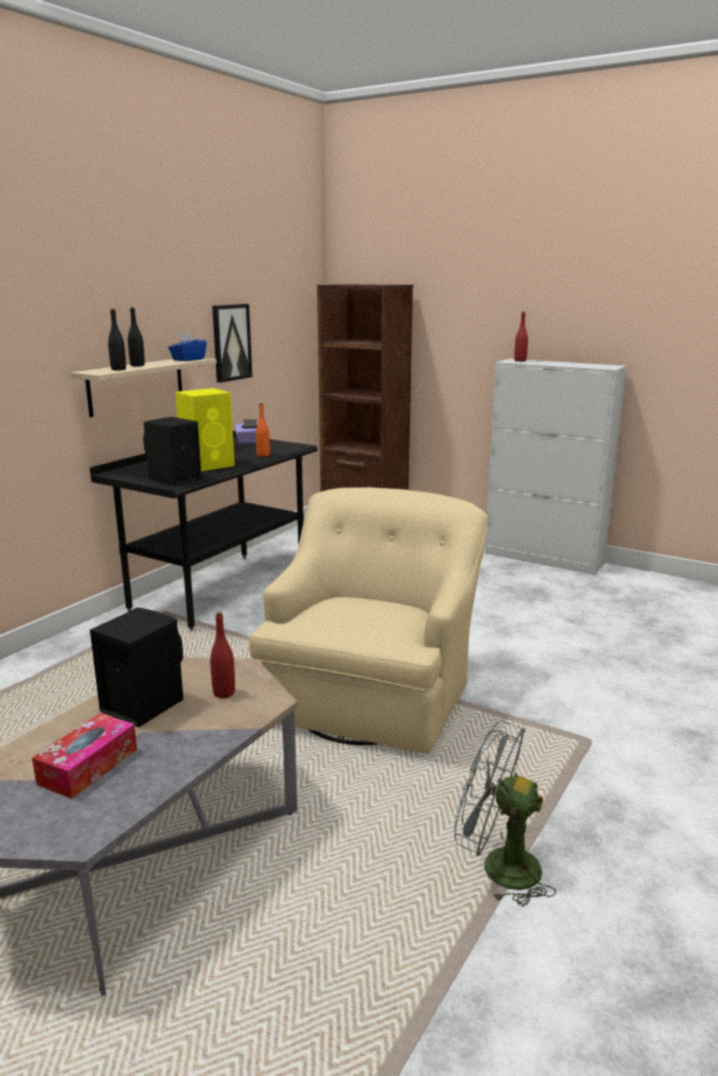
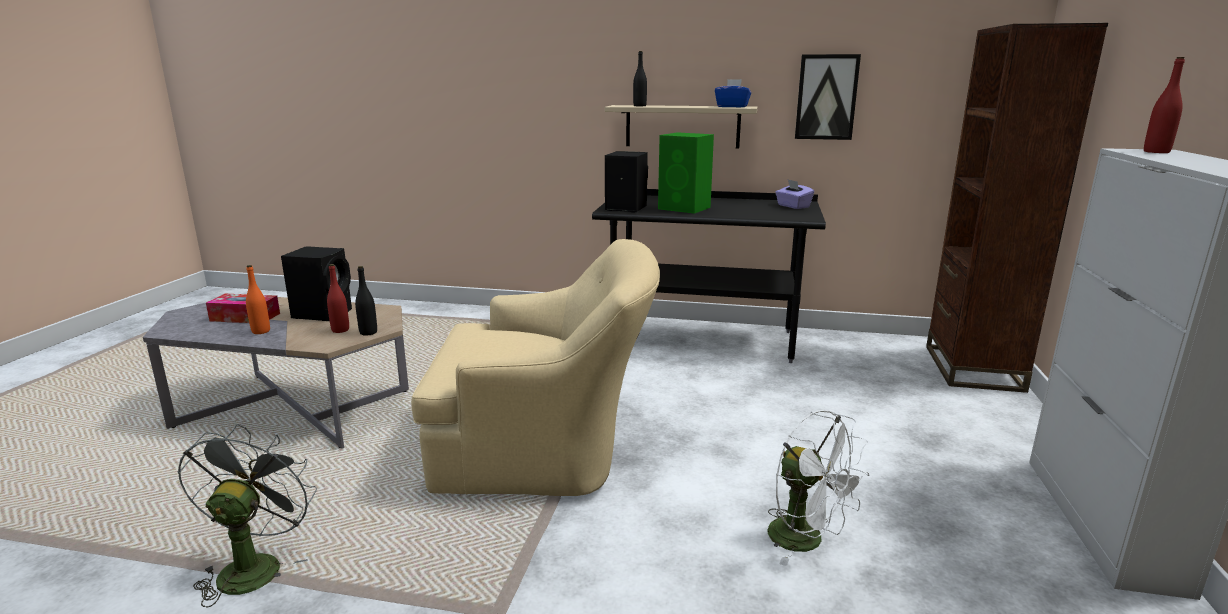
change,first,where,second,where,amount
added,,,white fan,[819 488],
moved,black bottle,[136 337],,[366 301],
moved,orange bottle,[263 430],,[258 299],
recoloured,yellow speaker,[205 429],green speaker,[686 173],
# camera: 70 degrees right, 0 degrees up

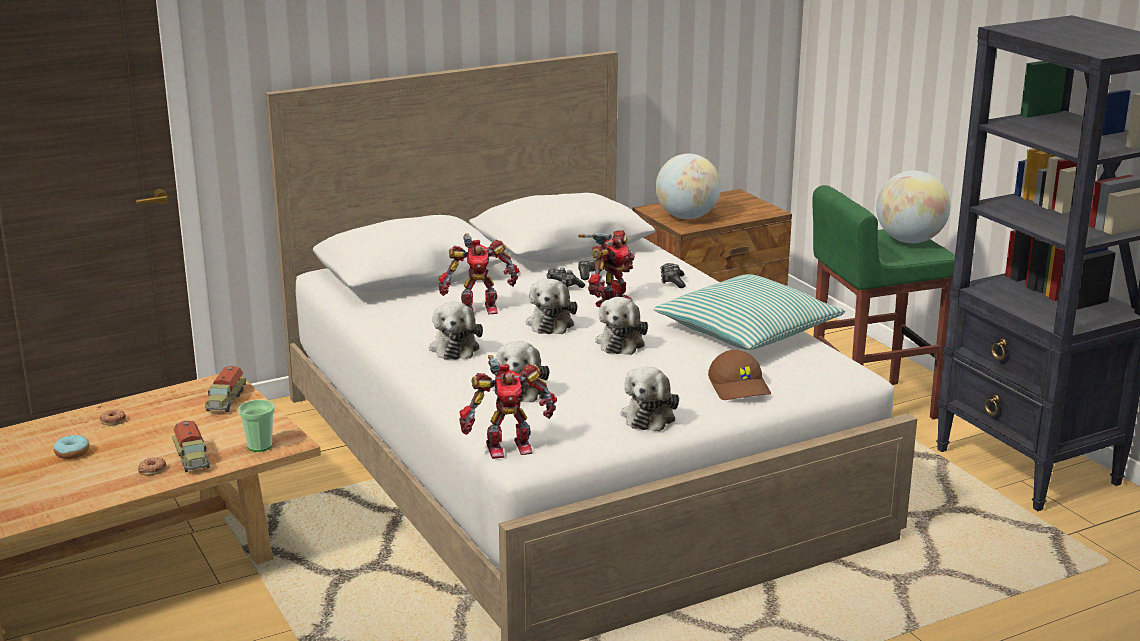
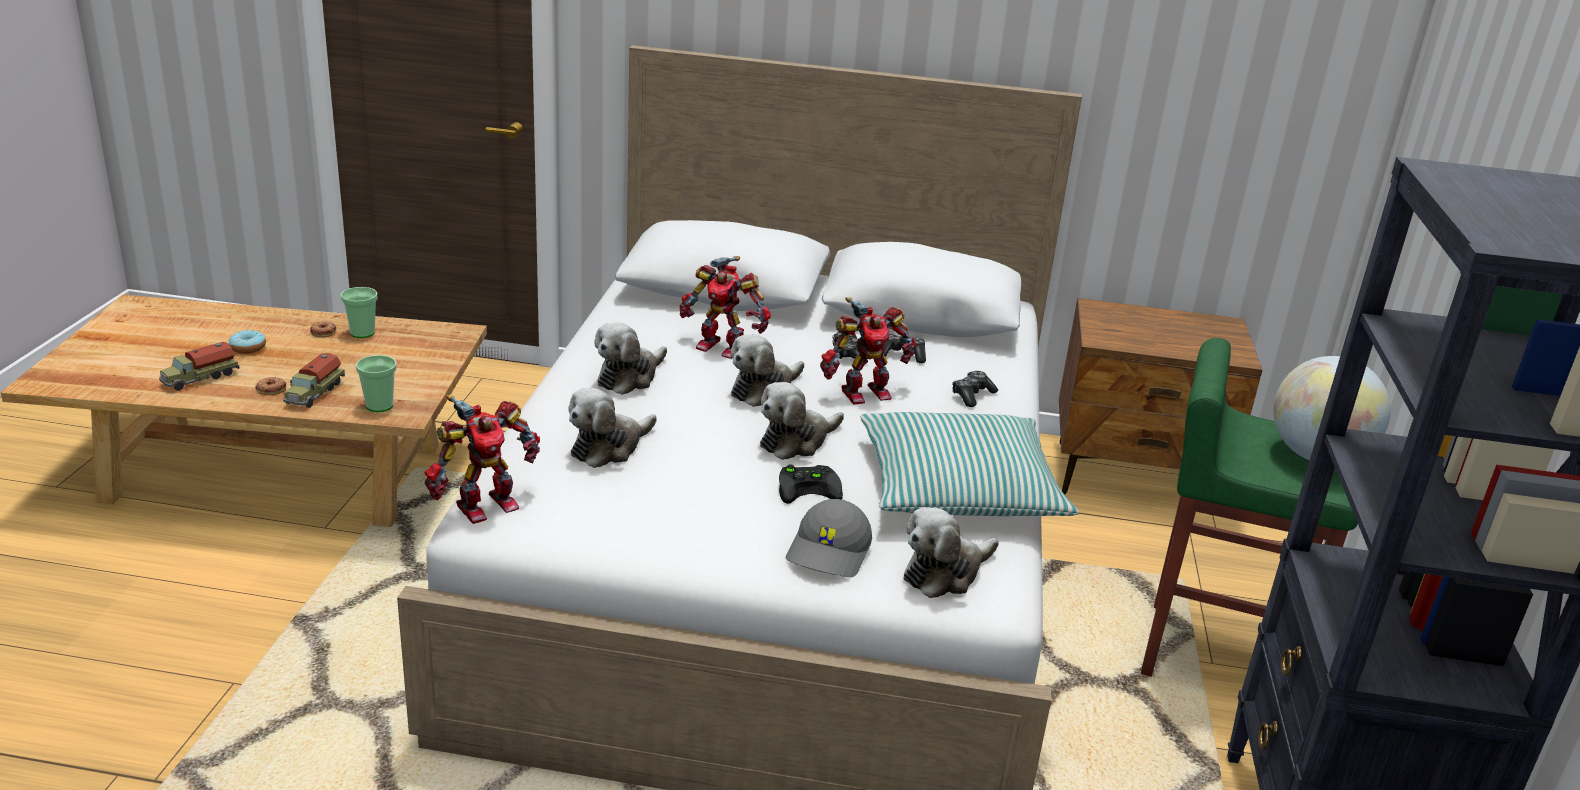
change,first,where,second,where,amount
removed,globe,[688 186],,,
added,,,cup,[359 312],
added,,,black game controller,[811 484],
moved,toy truck,[225 389],,[199 366],
moved,plush toy,[650 399],,[951 552],
recoloured,brown cap,[739 375],grey cap,[829 538],
turned,toy robot,[508 407],,[482 459],60 degrees counterclockwise
# camera: 35 degrees right, 5 degrees up

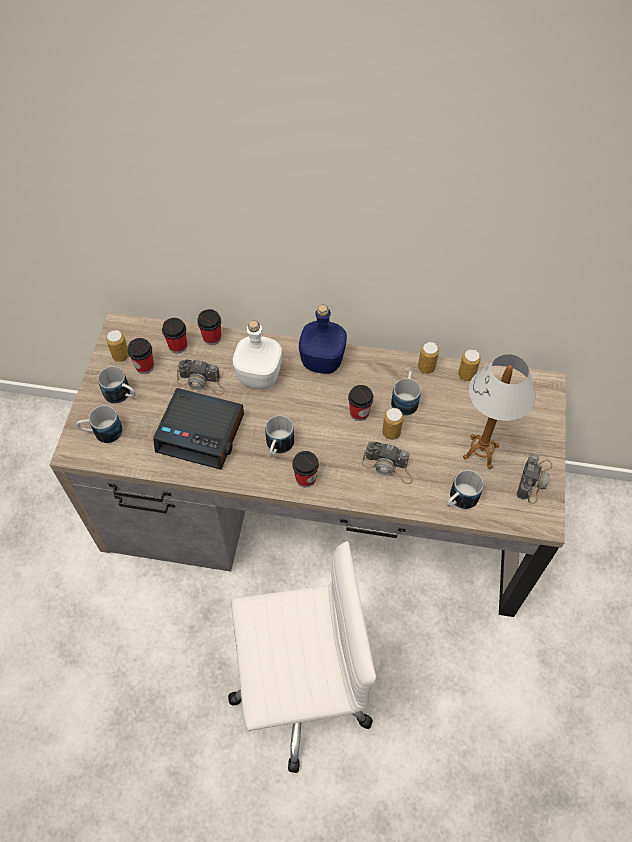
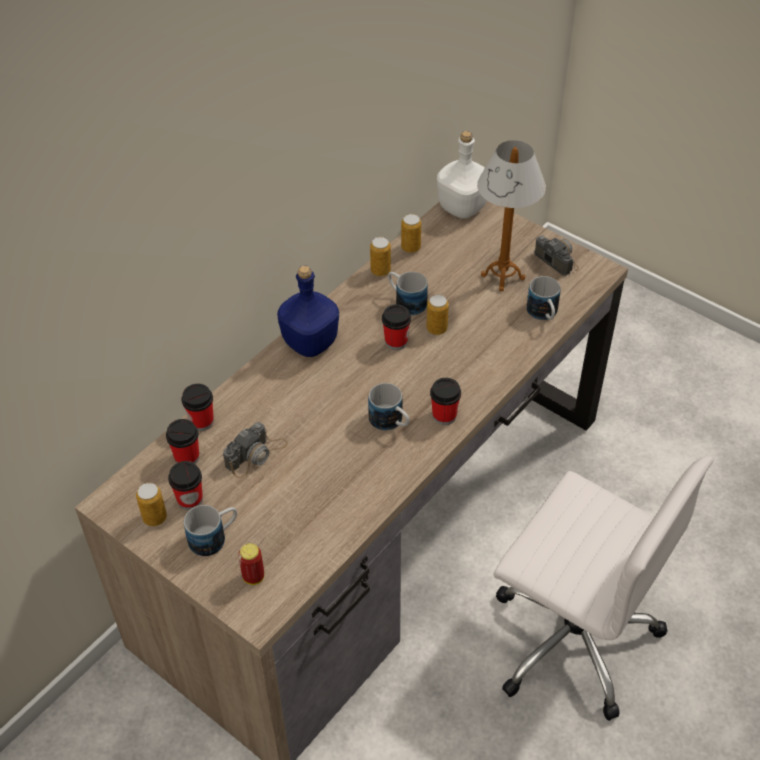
change,first,where,second,where,amount
removed,alarm clock,[198 429],,,
removed,photo camera,[387 463],,,
moved,white bottle,[257 354],,[462 174],
replaced,mug,[99 424],can,[251 564],
turned,white office chair,[302 657],,[604 588],105 degrees clockwise
# camera: 60 degrees left, 10 degrees down

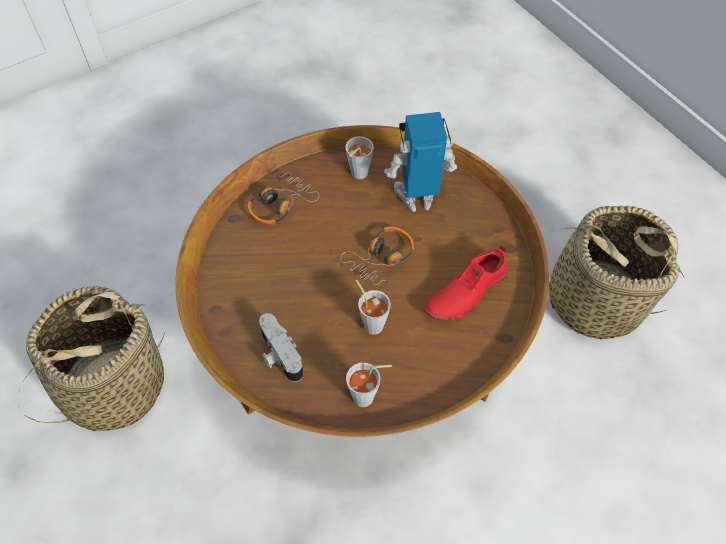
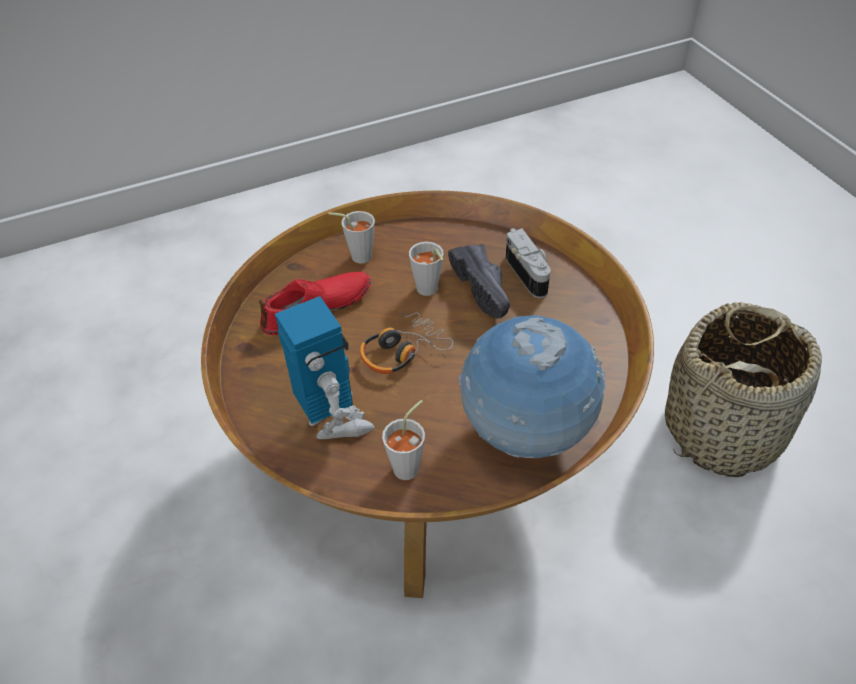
change,first,where,second,where,amount
removed,basket,[616 272],,,
added,,,black shoe,[479 281],
moved,grey cup,[369 385],,[352 237],
replaced,headphones,[284 198],globe,[532 386],
turned,toy robot,[420 162],,[324 367],120 degrees counterclockwise
# camera: 170 degrees left, 10 degrees down

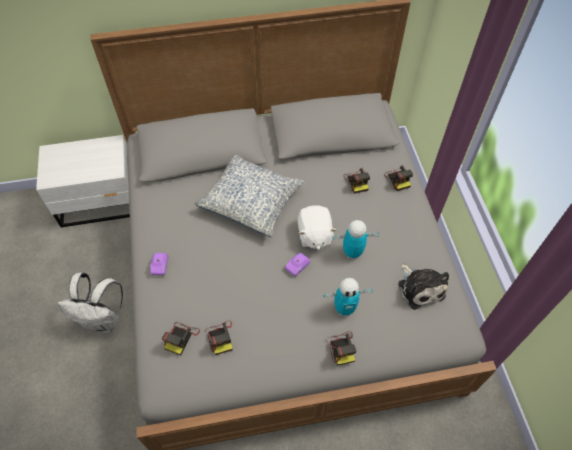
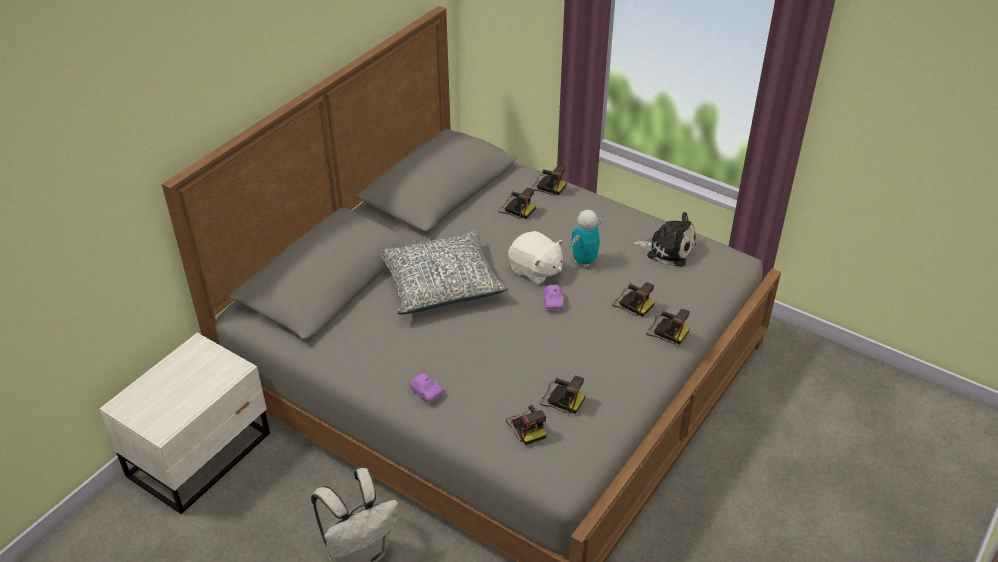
change,first,where,second,where,amount
replaced,toy robot,[348 296],photo camera,[633 299],
# camera: 45 degrees left, 15 degrees down

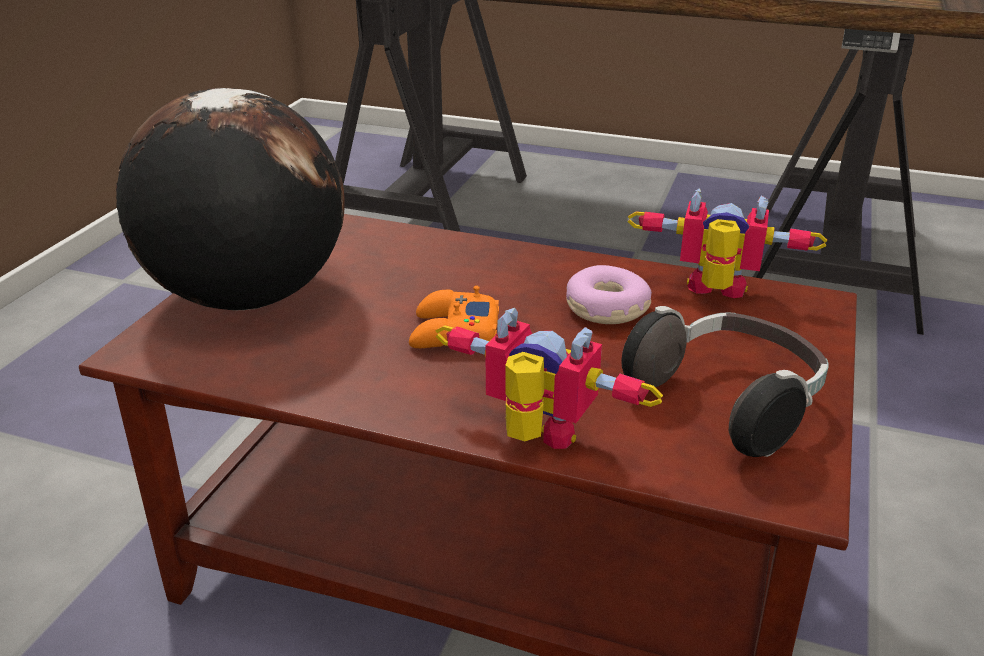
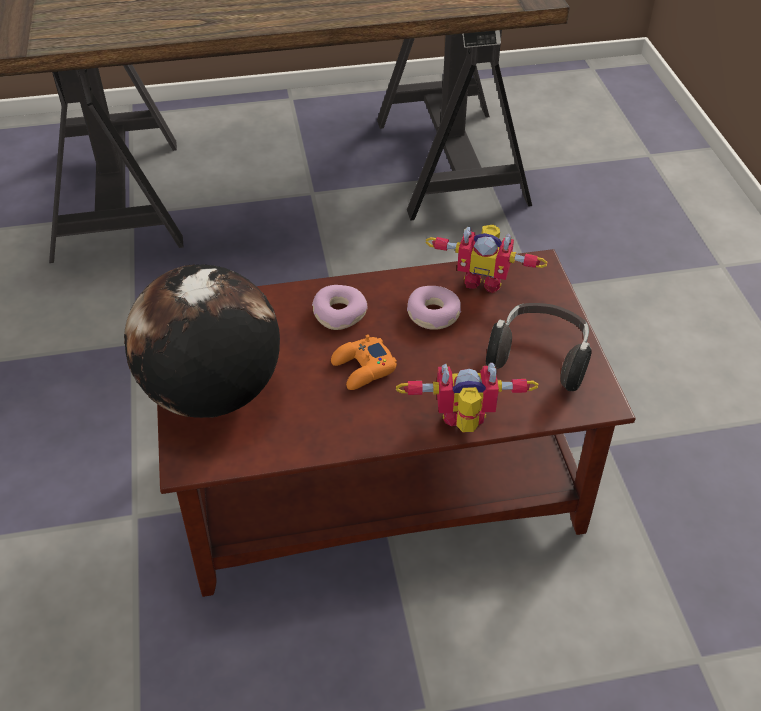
change,first,where,second,where,amount
added,,,donut,[340 307],
turned,toy robot,[727 243],,[487 258],150 degrees counterclockwise
# camera: 30 degrees left, 15 degrees up

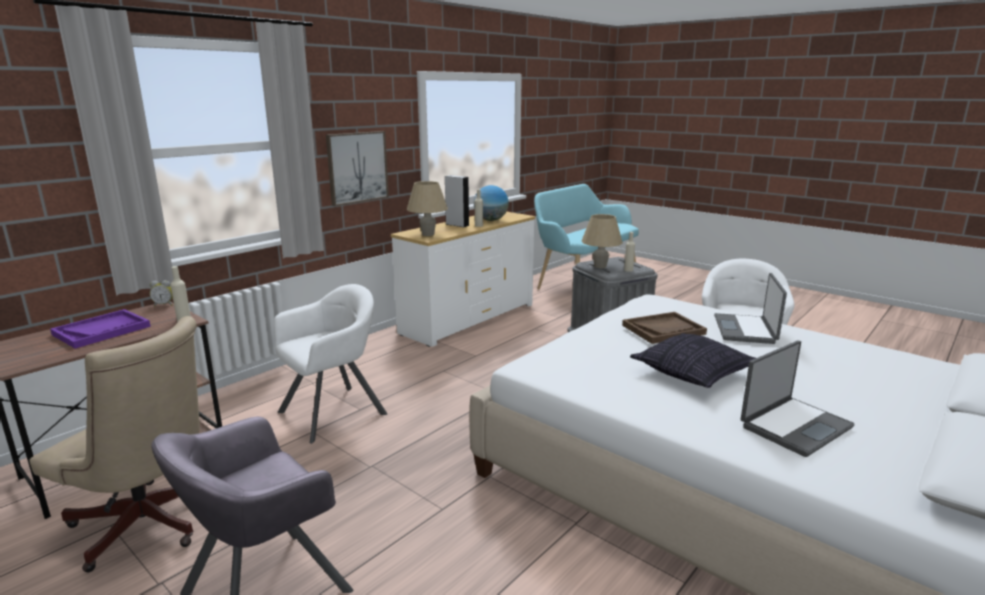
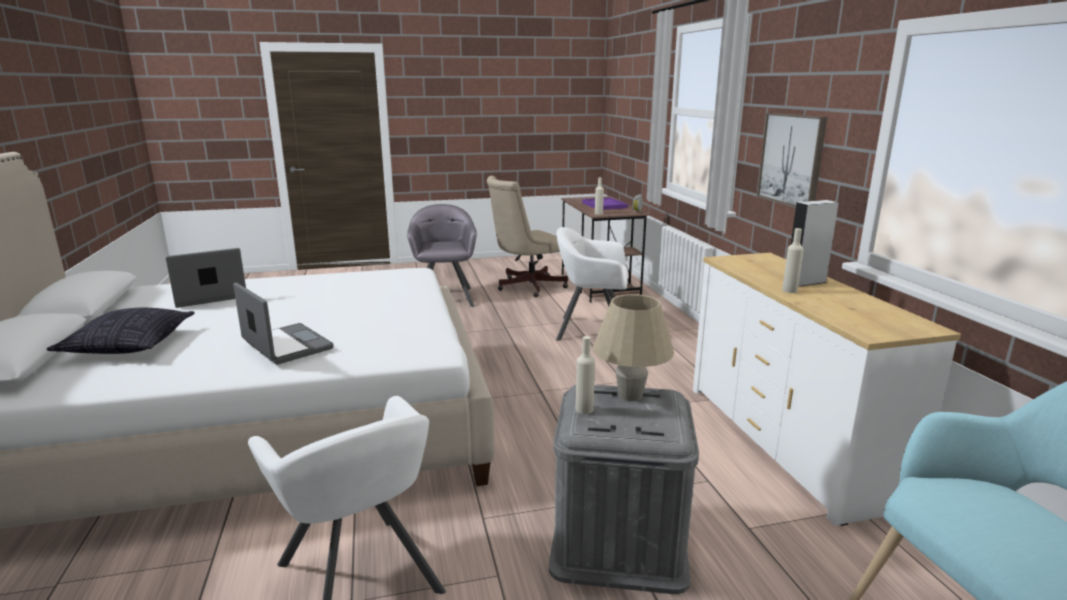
change,first,where,second,where,amount
removed,beige table lamp,[427 208],,,
removed,globe,[491 203],,,
removed,brown tray,[664 328],,,
moved,pillow,[693 360],,[121 331],
turned,white armchair,[330 364],,[592 284],105 degrees clockwise
turned,laptop,[797 399],,[206 278],60 degrees clockwise
# camera: 125 degrees right, 0 degrees up

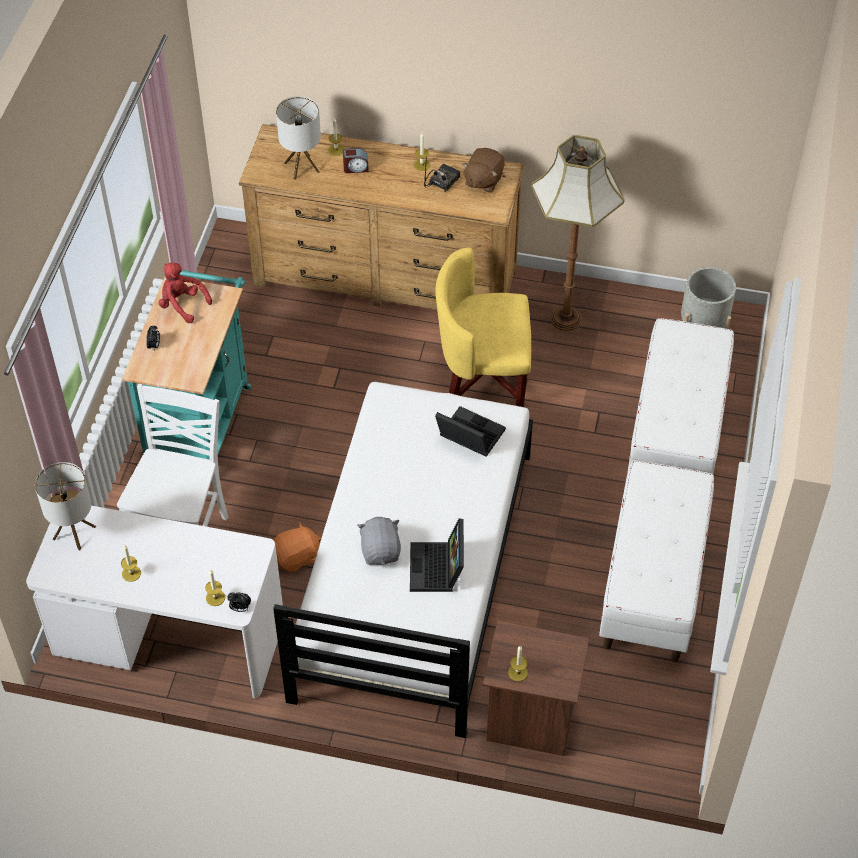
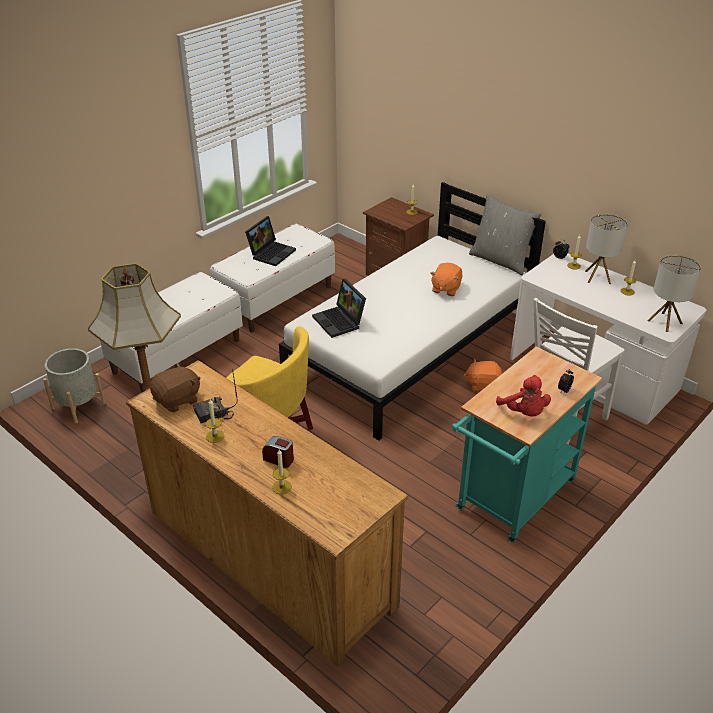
change,first,where,second,where,amount
added,,,grey pillow,[505 235],
moved,table lamp,[298 138],,[606 249],
moved,laptop,[437 555],,[270 241],
recoloured,grey plush toy,[379 541],orange plush toy,[446 279],
# camera: 150 degrees left, 15 degrees down

